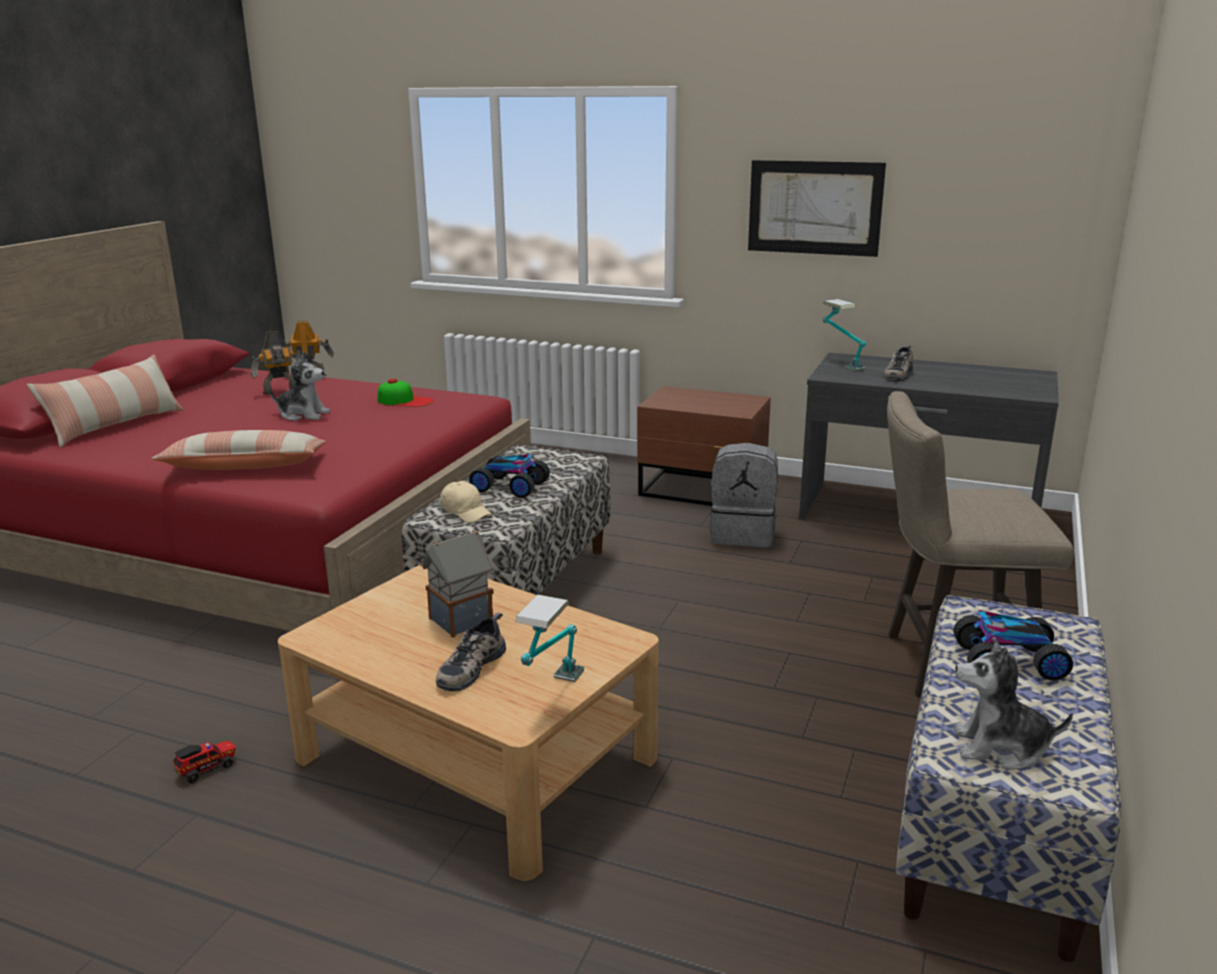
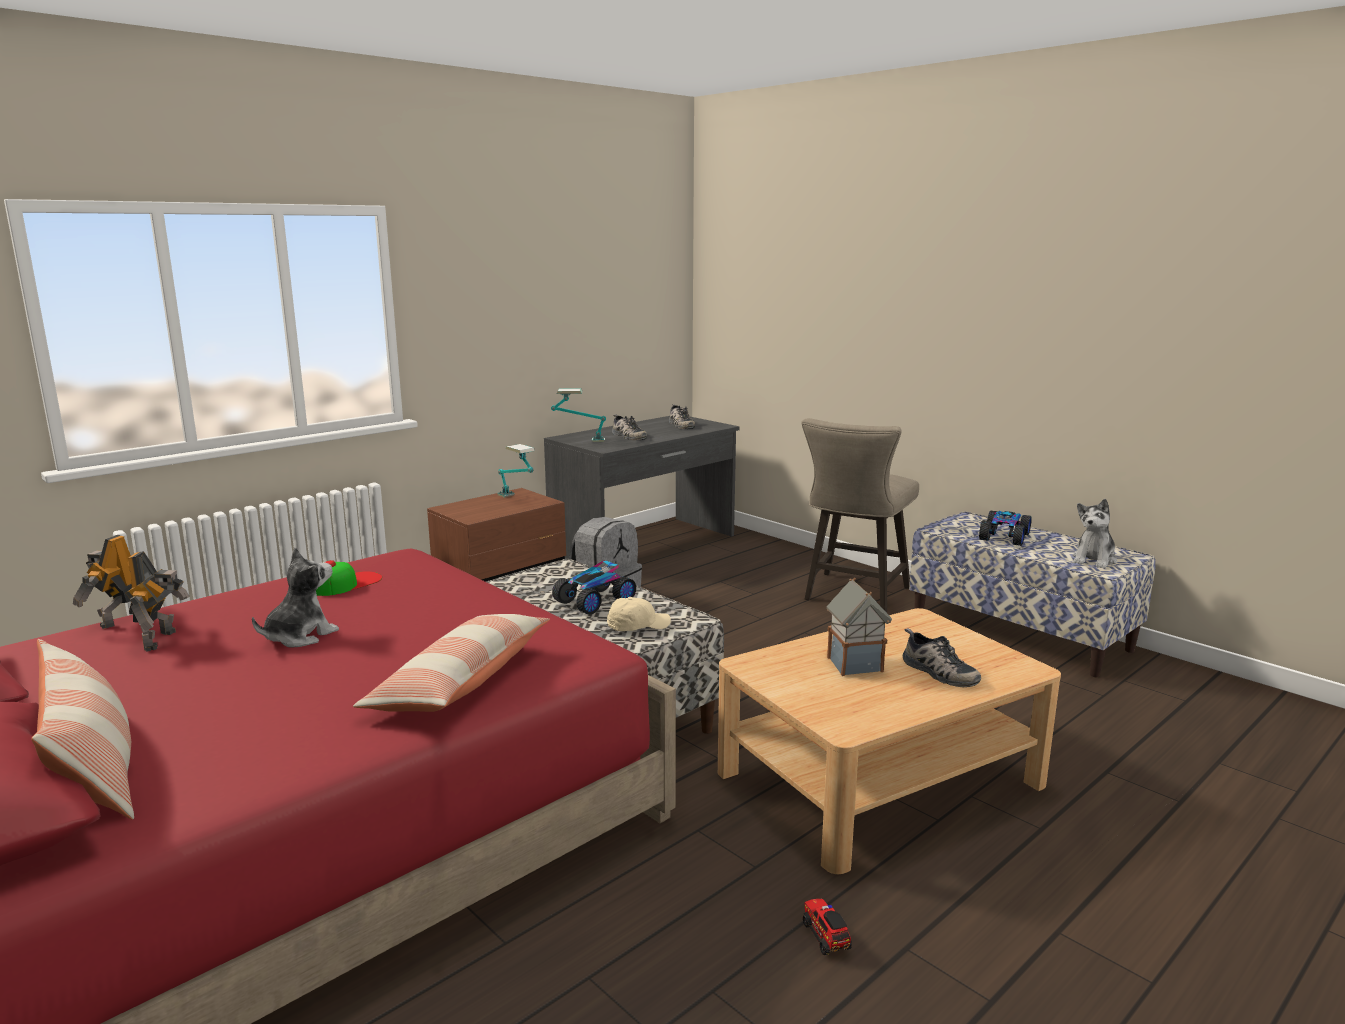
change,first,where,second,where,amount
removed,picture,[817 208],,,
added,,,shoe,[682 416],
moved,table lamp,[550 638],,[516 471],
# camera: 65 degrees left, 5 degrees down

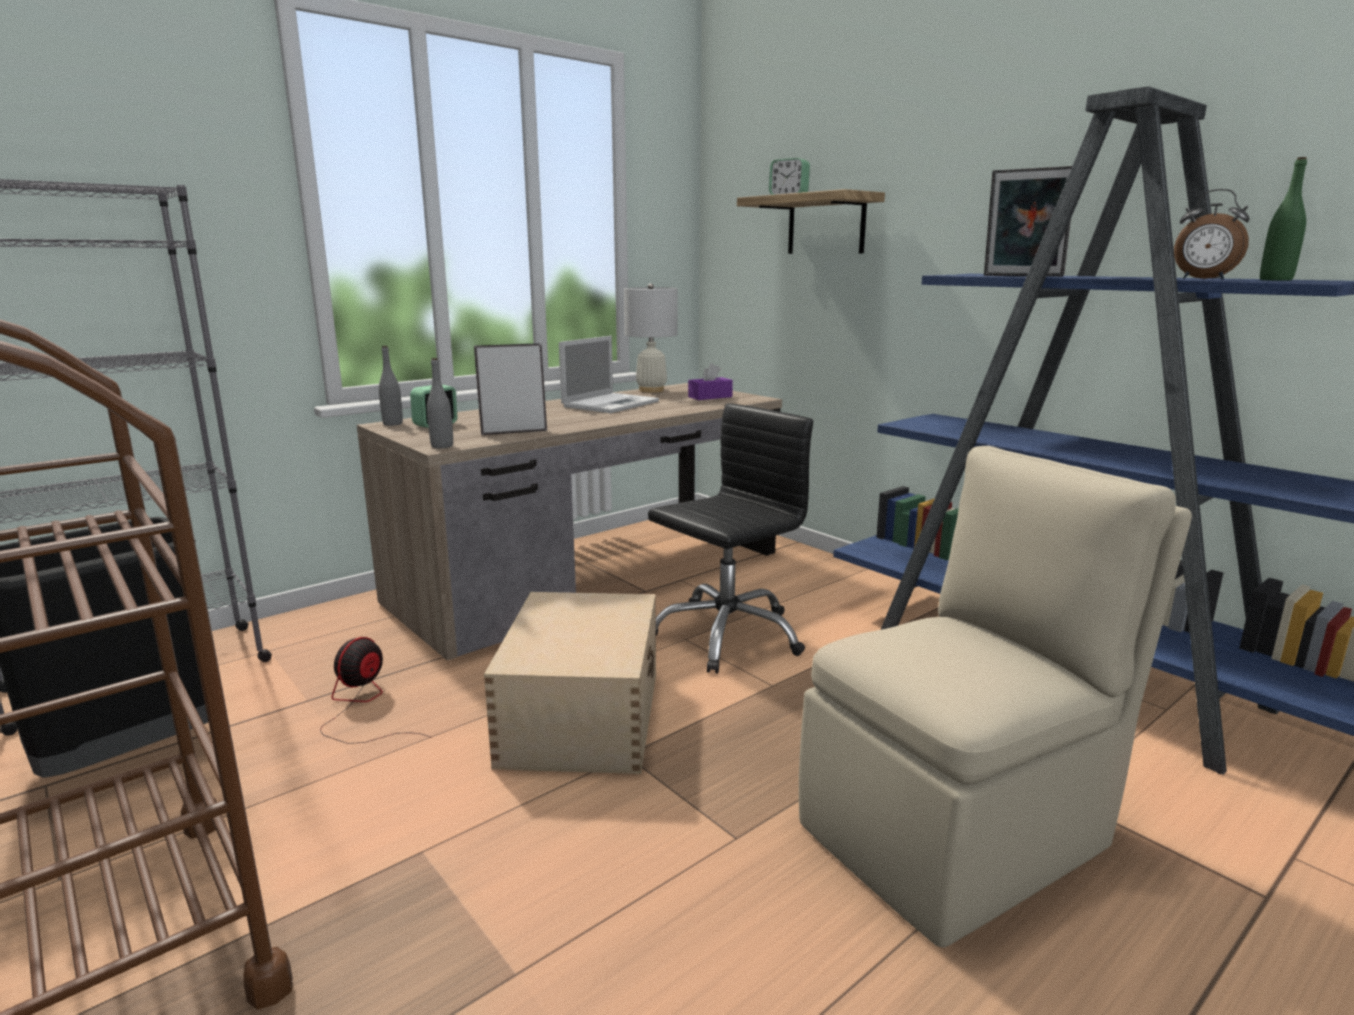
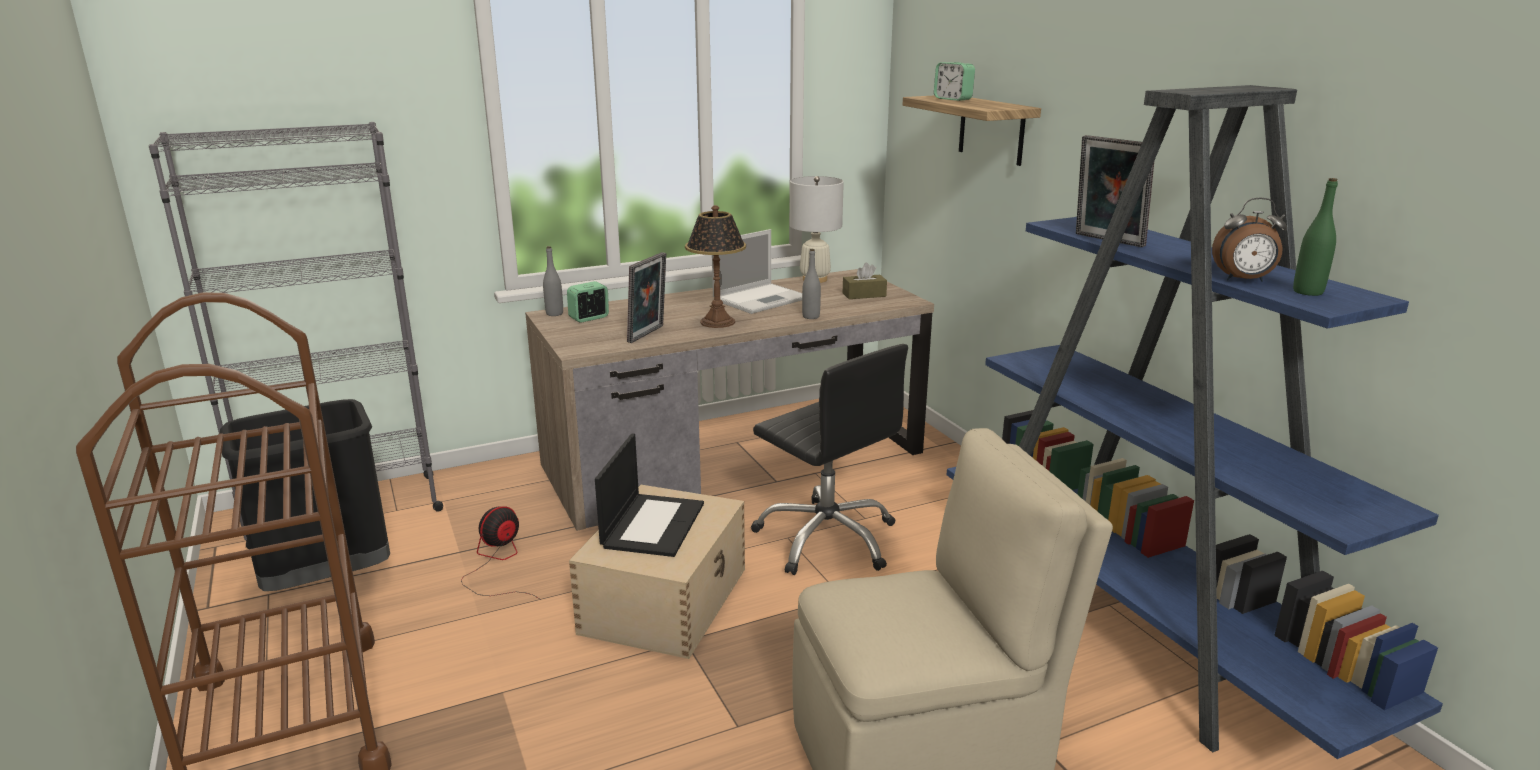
change,first,where,second,where,amount
added,,,laptop,[649 495],
added,,,table lamp,[715 266],
moved,grey bottle,[440 403],,[811 284],
recoloured,purple tissue box,[710 381],brown tissue box,[865 281],
turned,picture frame,[510 389],,[646 297],120 degrees clockwise
turned,black office chair,[730 538],,[829 459],75 degrees clockwise
turned,alarm clock,[1212 234],,[1249 240],45 degrees counterclockwise
# camera: 15 degrees right, 5 degrees up

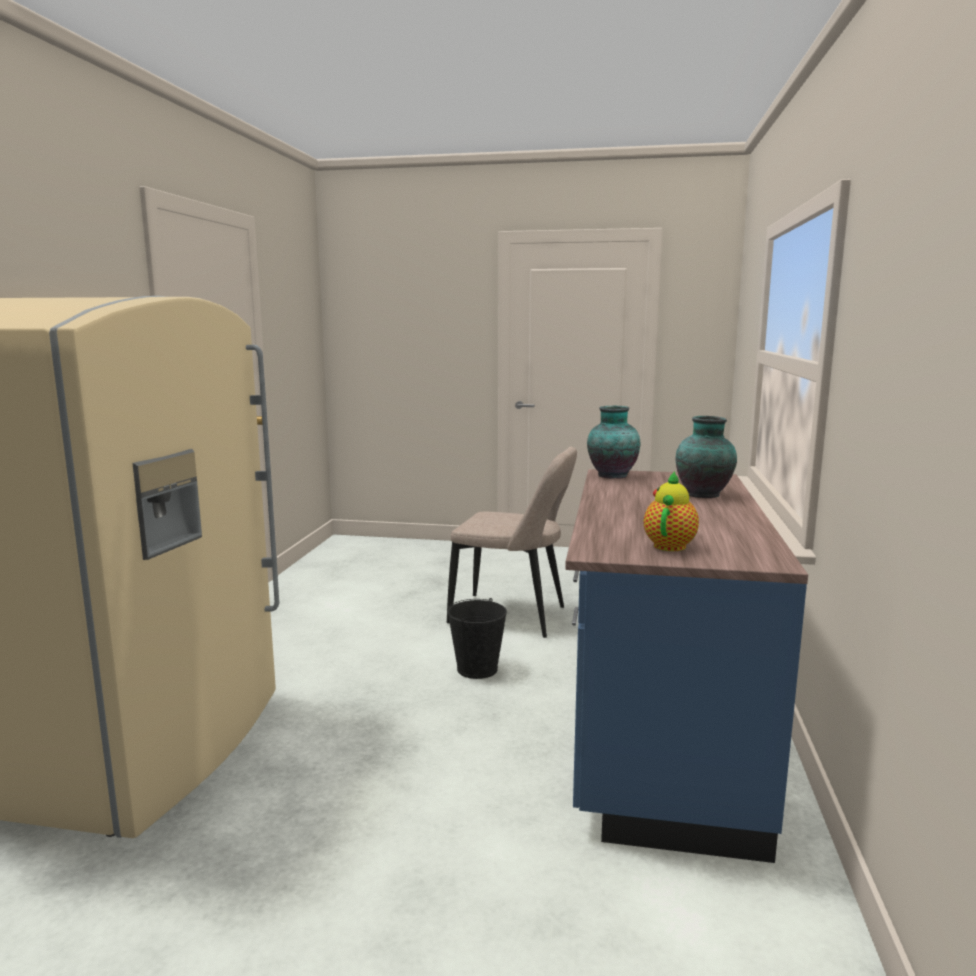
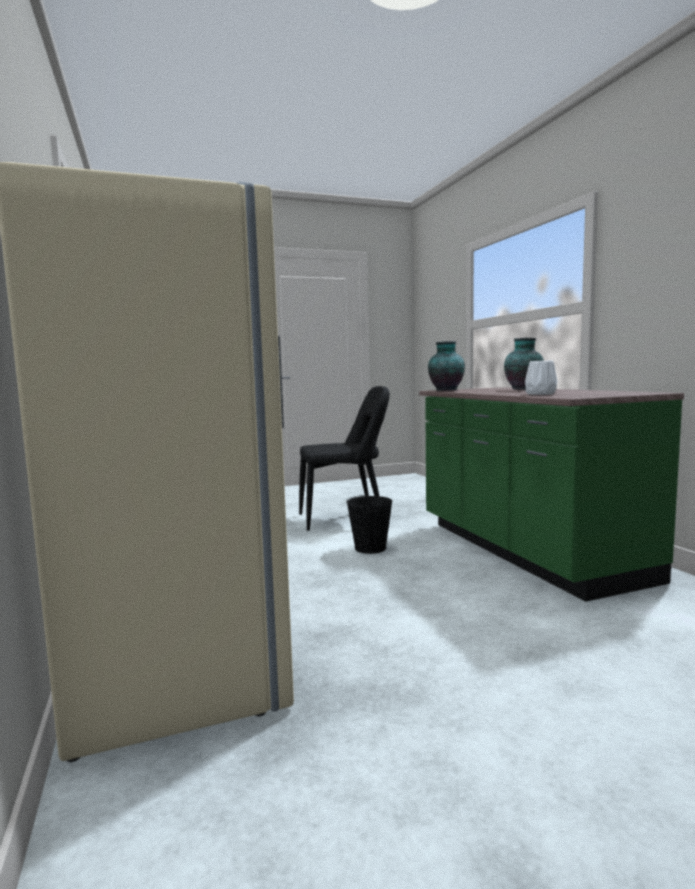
change,first,where,second,where,amount
removed,teapot,[671 511],,,
added,,,white vase,[541 377],
recoloured,beige chair,[512 542],black chair,[344 458],
recoloured,blue counter,[686 666],green counter,[551 494],
# camera: 30 degrees left, 5 degrees down

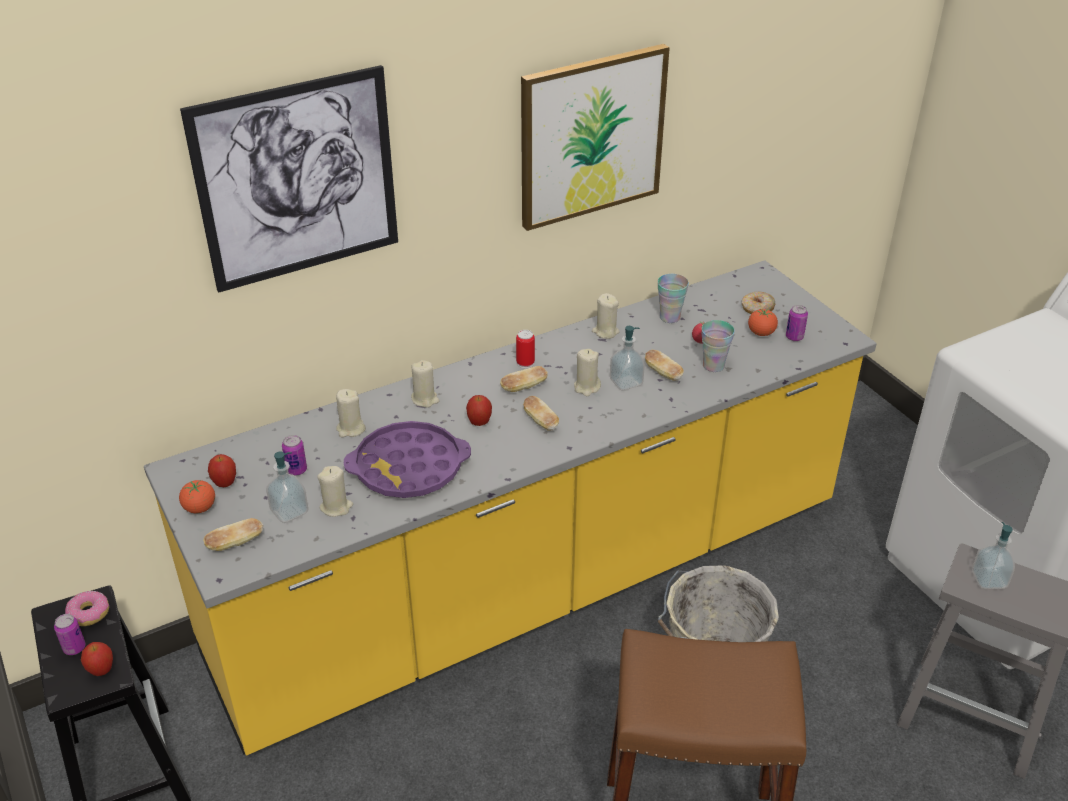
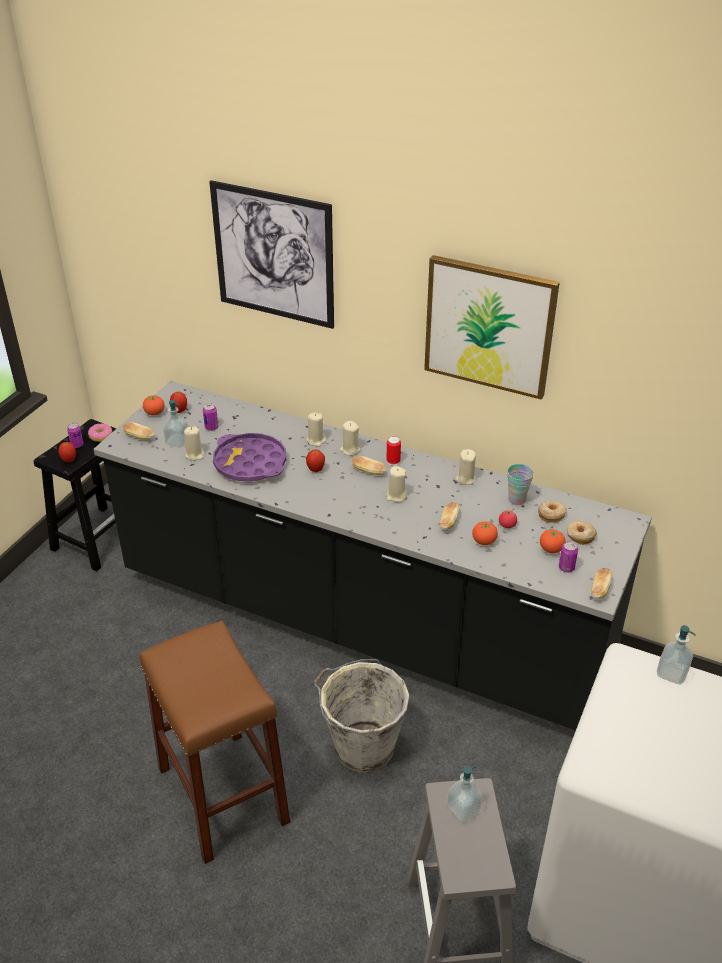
change,first,where,second,where,amount
added,,,donut,[552 512],
moved,beige candle,[351 413],,[350 438],
moved,bread,[541 413],,[601 583],
moved,soap dispenser,[627 358],,[676 654],
replaced,cup,[718 346],tomato,[485 533],
recoloured,yellow counter,[510 507],black counter,[373 556],
# camera: 55 degrees right, 0 degrees up

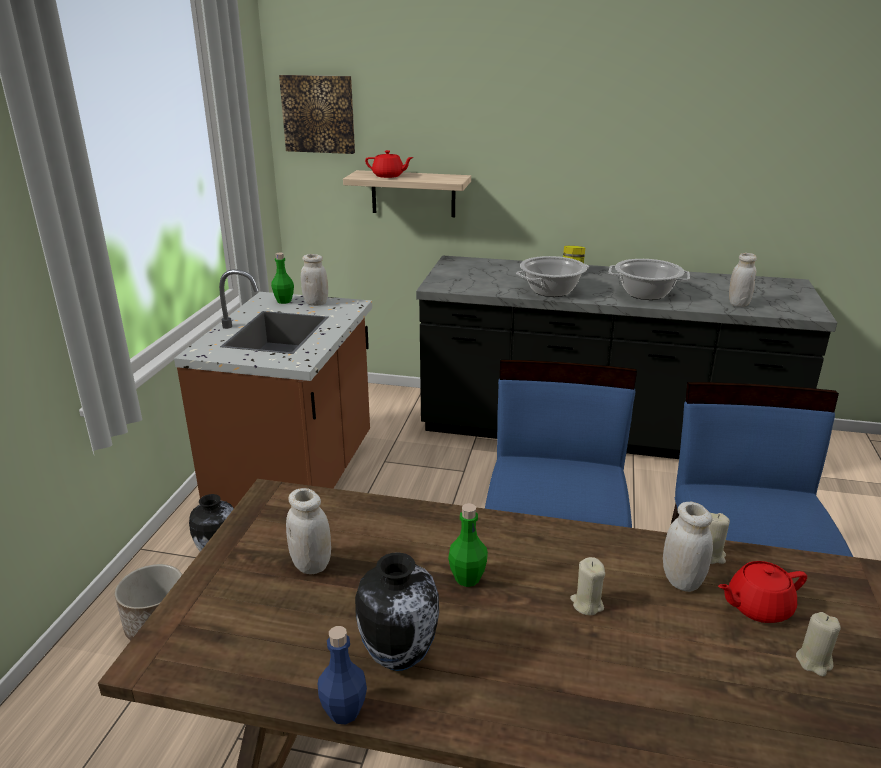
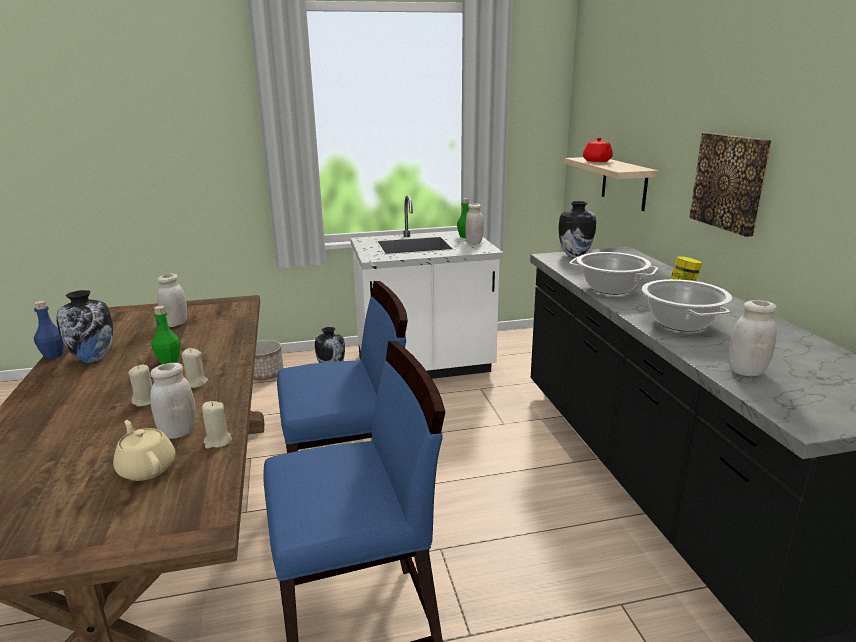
change,first,where,second,where,amount
added,,,vase,[577 229],
moved,picture,[317 114],,[730 185],
moved,beige candle,[818 644],,[195 368],
recoloured,brown counter,[273 388],white counter,[427 287],
recoloured,red teapot,[762 592],beige teapot,[144 450],
# camera: 65 degrees right, 5 degrees down

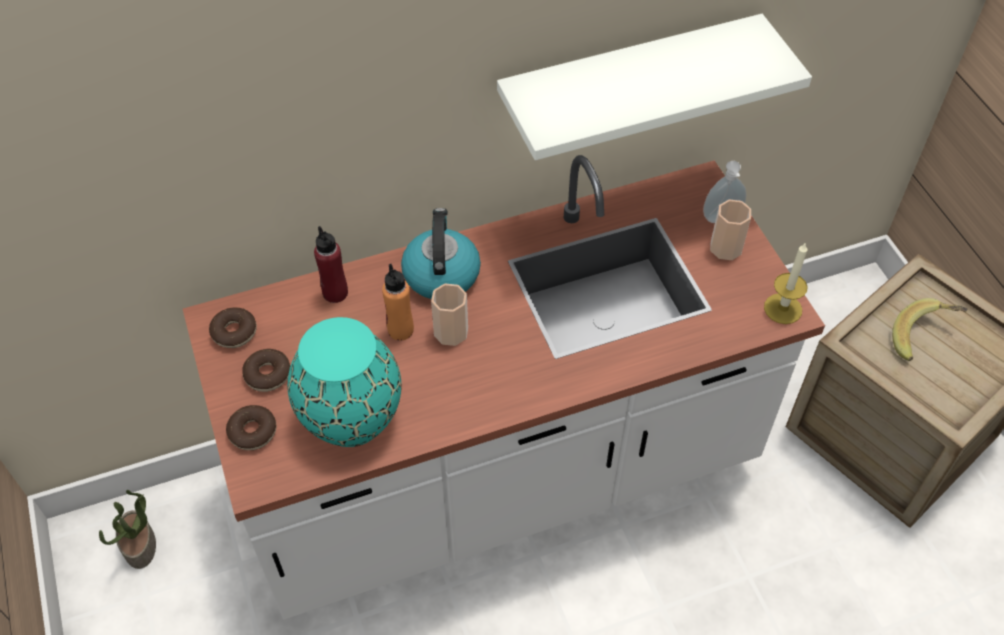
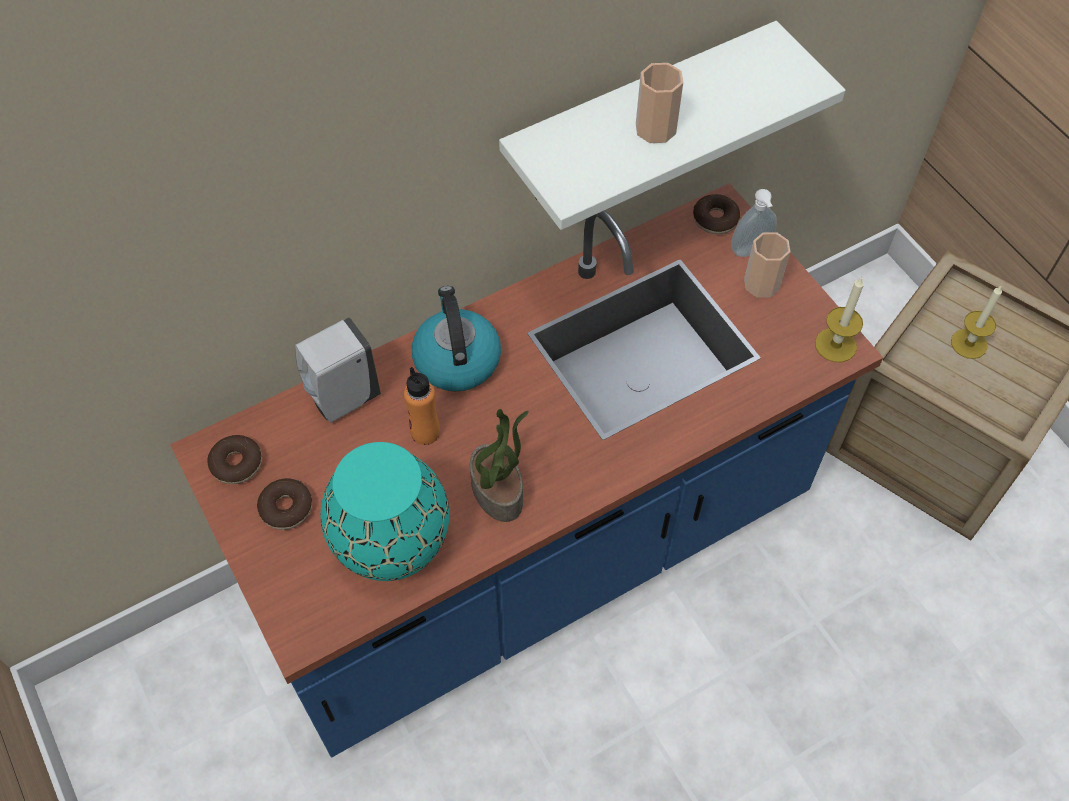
change,first,where,second,where,amount
moved,potted plant,[127 529],,[499 465],
moved,donut,[251 427],,[716 214],
moved,cup,[449 315],,[659 103],
replaced,red bottle,[331 264],white soap dispenser,[338 370],
replaced,banana,[930 329],candle,[976 322],
recoloured,white counter,[504 387],blue counter,[526 470],
# camera: 10 degrees left, 5 degrees up

